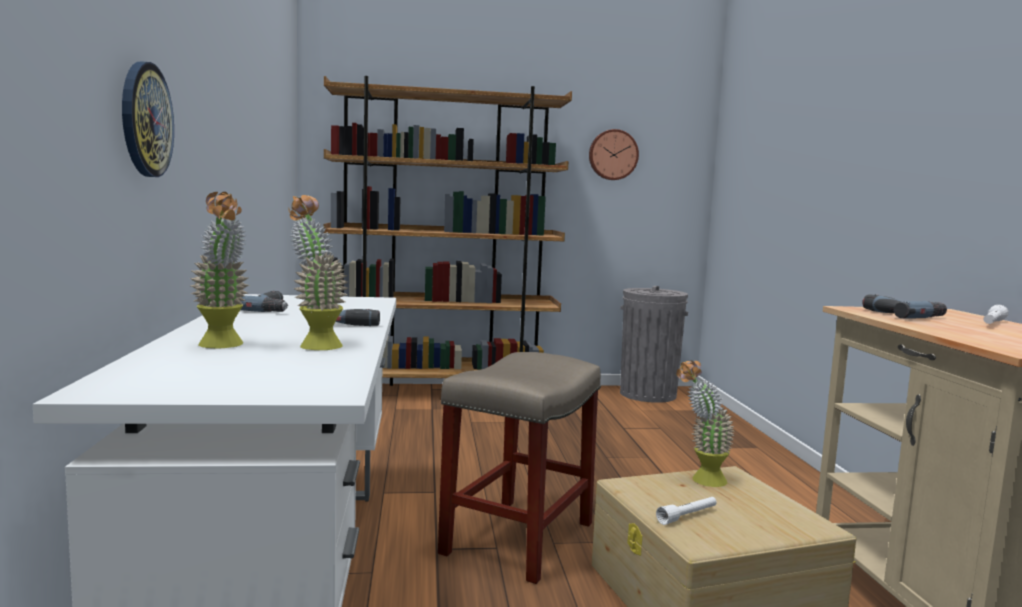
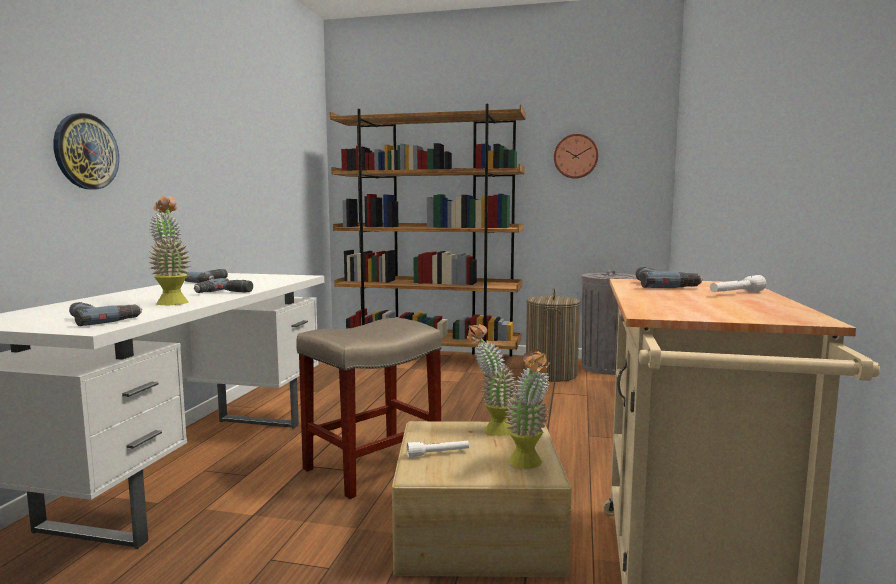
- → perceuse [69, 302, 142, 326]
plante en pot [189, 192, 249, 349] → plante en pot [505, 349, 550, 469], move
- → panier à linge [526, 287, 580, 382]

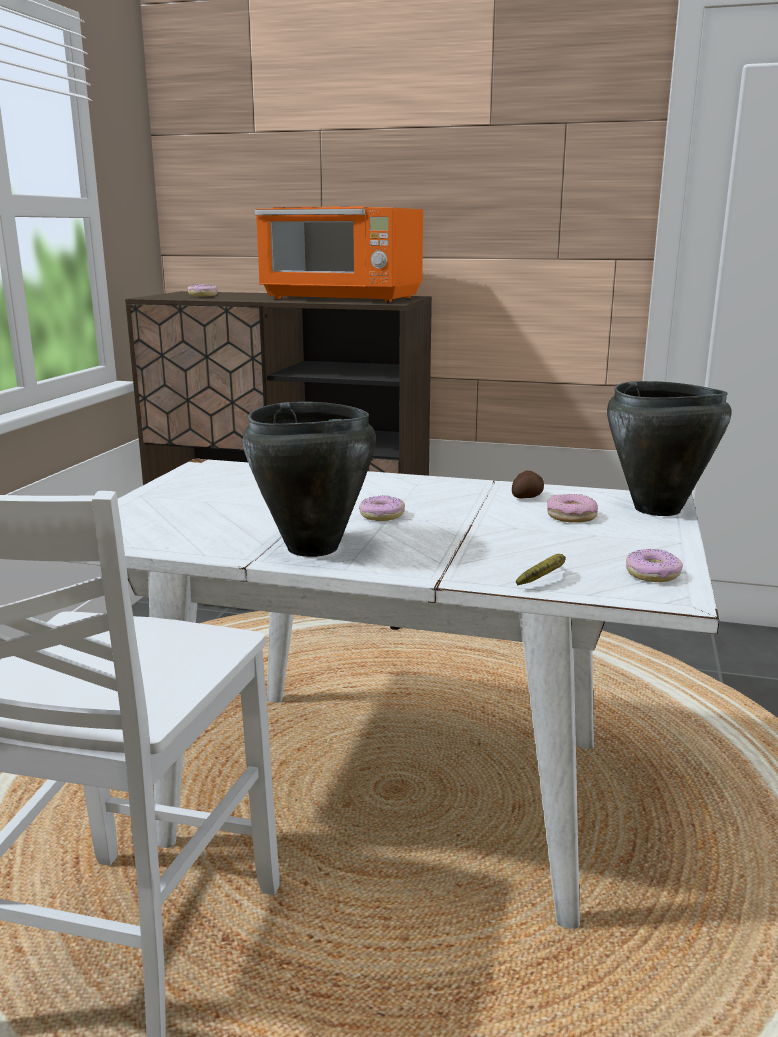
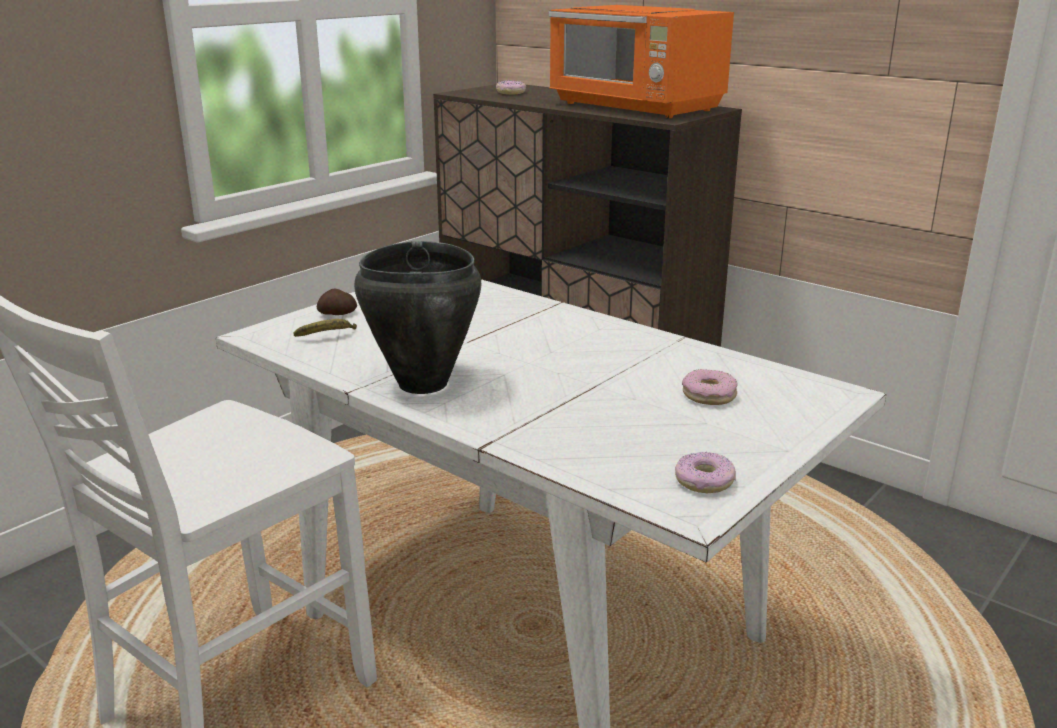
banane [516, 554, 566, 585] → banane [293, 319, 357, 337], move
pomme de terre [512, 471, 544, 498] → pomme de terre [316, 288, 357, 315], move
beignet [359, 495, 405, 521] → -
marmite (noir) [607, 381, 731, 516] → -

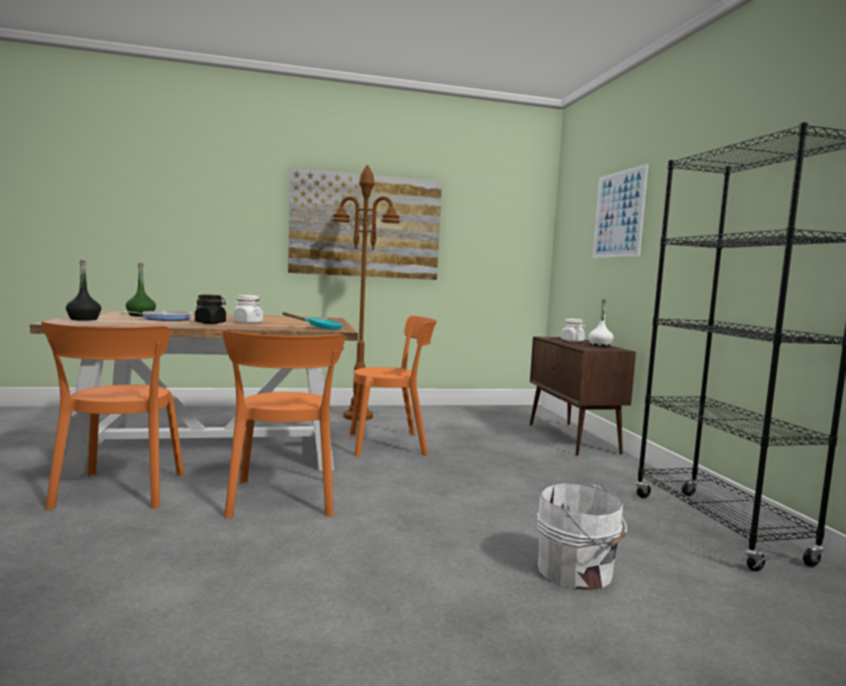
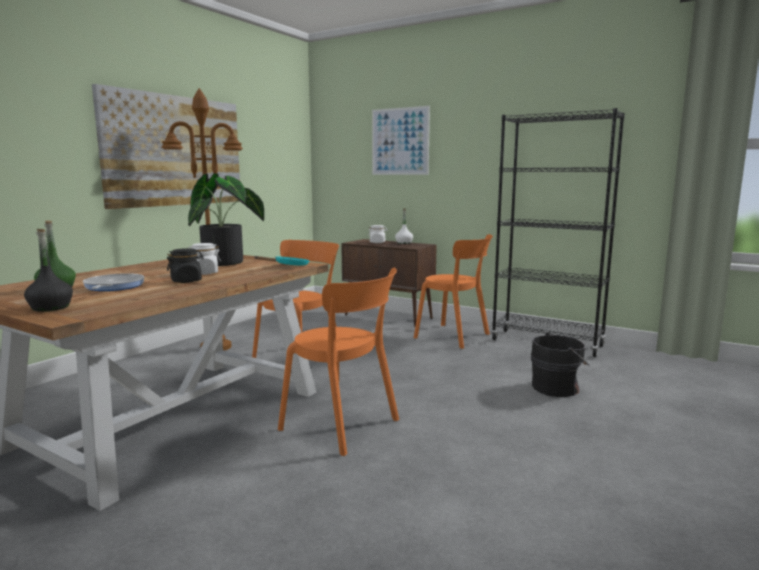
- → plante en pot [188, 173, 264, 266]
chaise (orange) [41, 321, 184, 510] → chaise (orange) [414, 234, 493, 349], move
seau (blanc) [537, 482, 627, 590] → seau (noir) [531, 332, 590, 397]

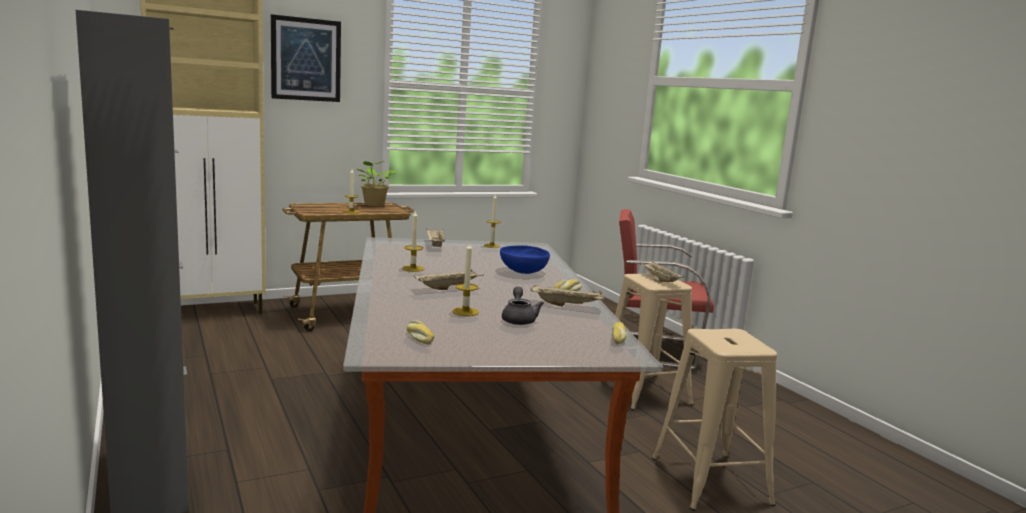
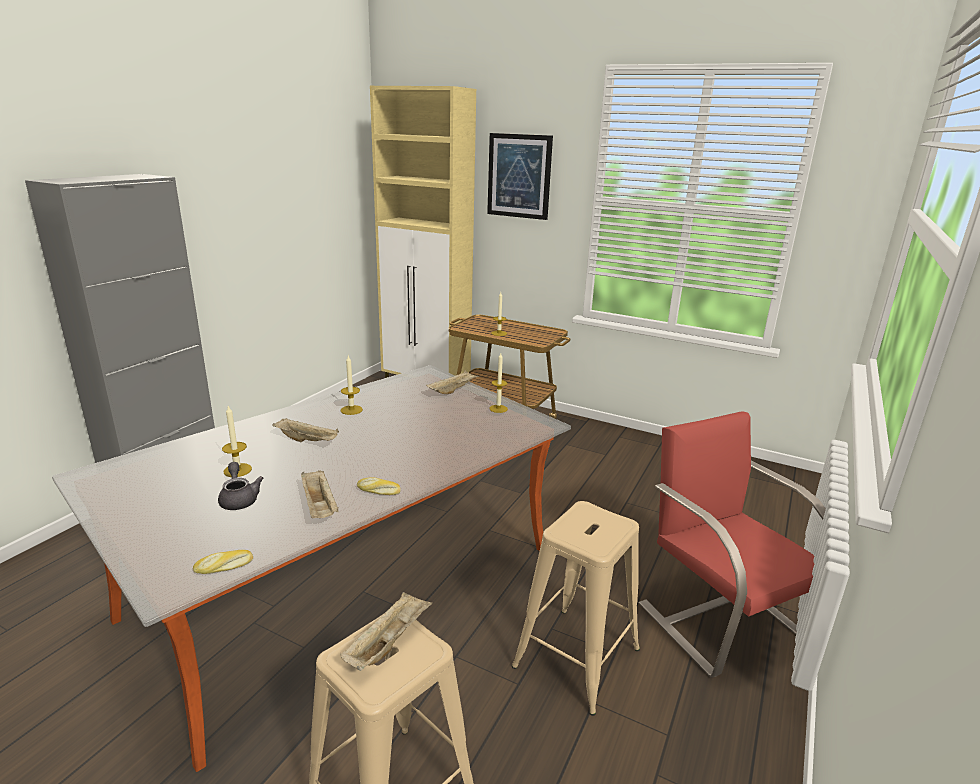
théière (gris) [502, 287, 544, 325] → théière (gris) [218, 462, 263, 510], 75 degrees counterclockwise
plateau (beige) [640, 262, 684, 282] → plateau (beige) [340, 592, 432, 671], move
plante en pot [357, 161, 396, 206] → -
pain [406, 320, 434, 345] → -
bol (bleu) [500, 245, 550, 274] → -

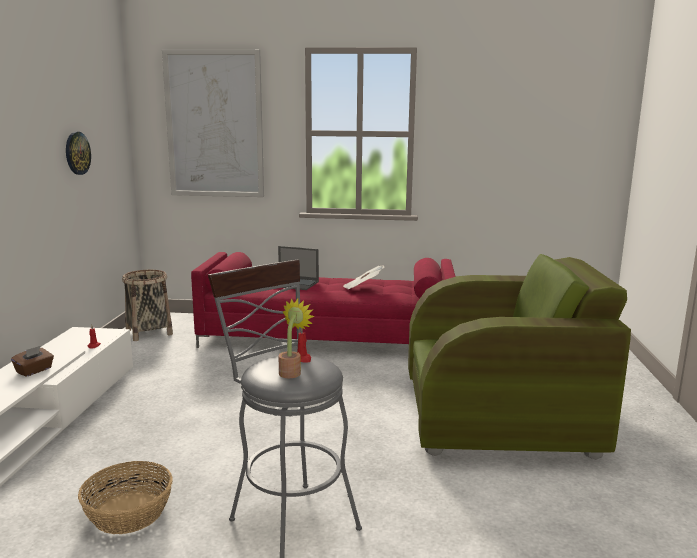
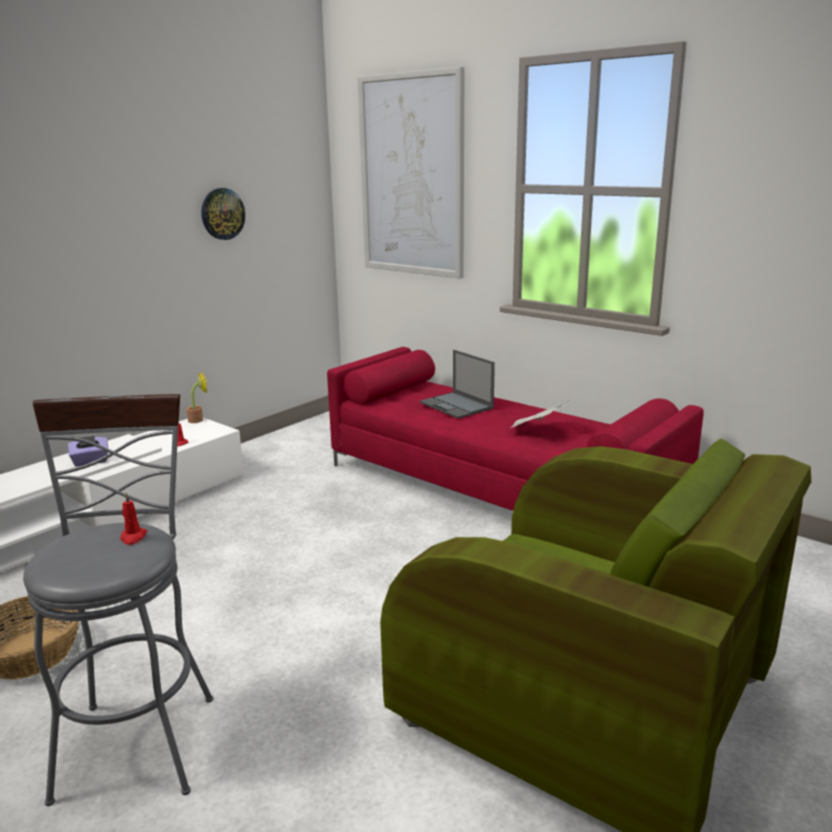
boîte à mouchoirs (marron) [11, 346, 54, 377] → boîte à mouchoirs (violet) [68, 436, 108, 467]
plante en pot [278, 298, 315, 378] → plante en pot [186, 373, 208, 423], move
panier [122, 270, 173, 341] → -

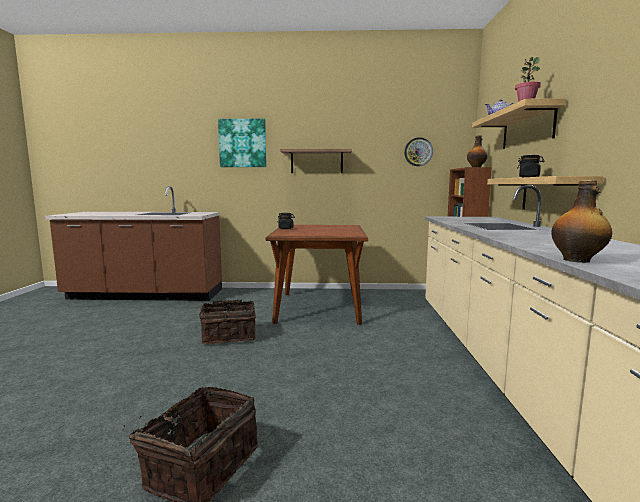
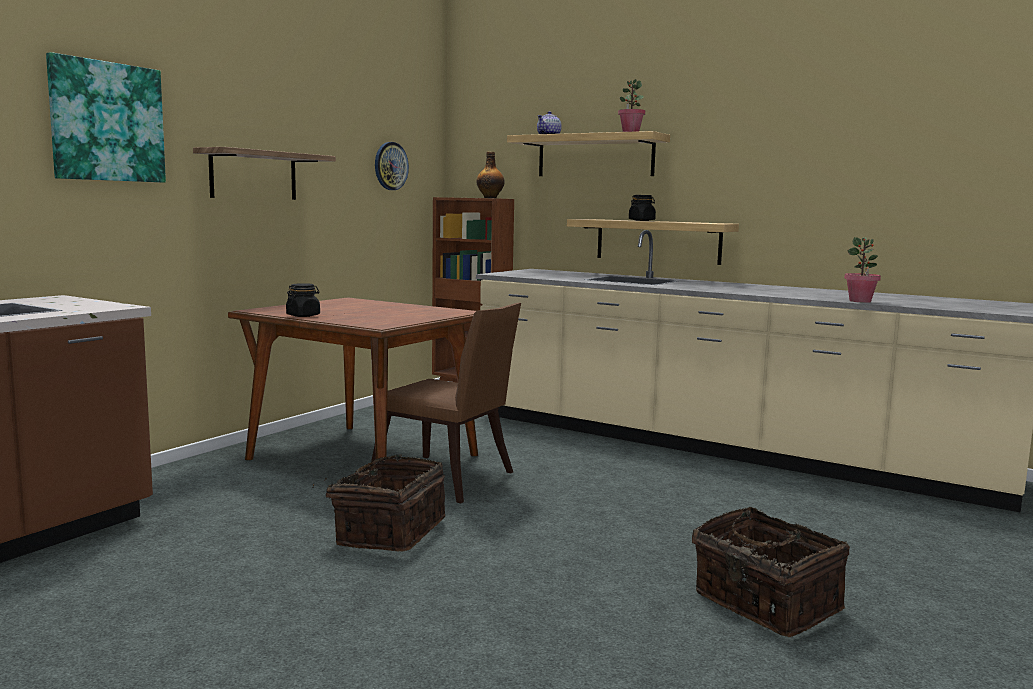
- → chaise (marron) [371, 303, 521, 503]
bouteille [551, 180, 612, 263] → plante en pot [844, 237, 881, 303]

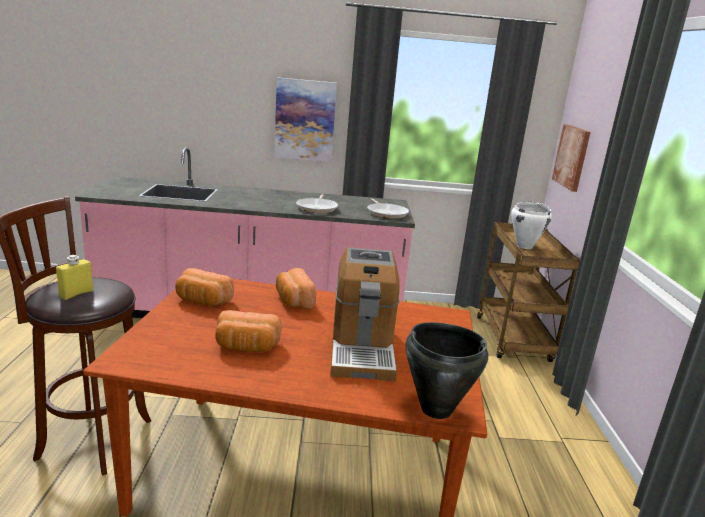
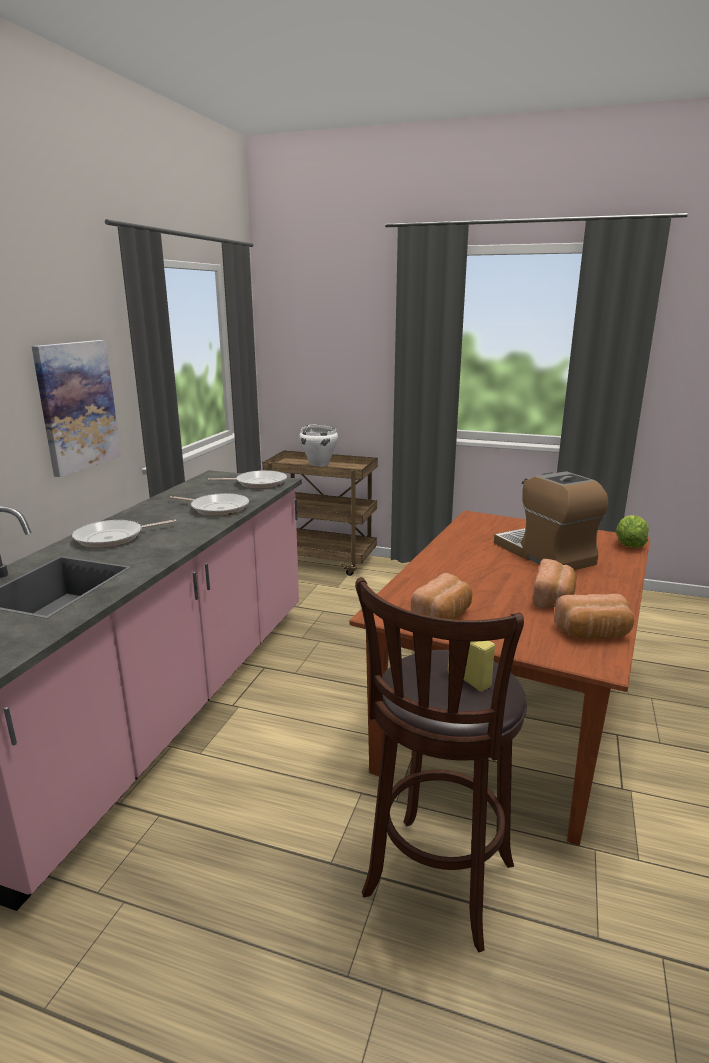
- → poêle [72, 519, 176, 548]
machine à café [330, 248, 400, 381] → machine à café [494, 471, 608, 570], 135 degrees counterclockwise
pain [276, 268, 316, 309] → pain [554, 594, 634, 639], move
marmite (noir) [406, 322, 488, 419] → laitue [616, 515, 649, 548]
tableau [552, 124, 591, 192] → -

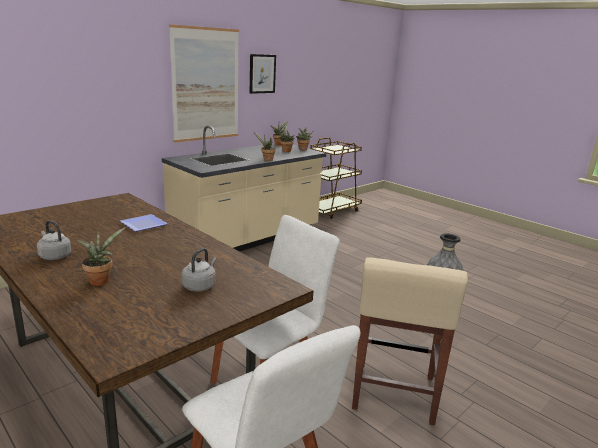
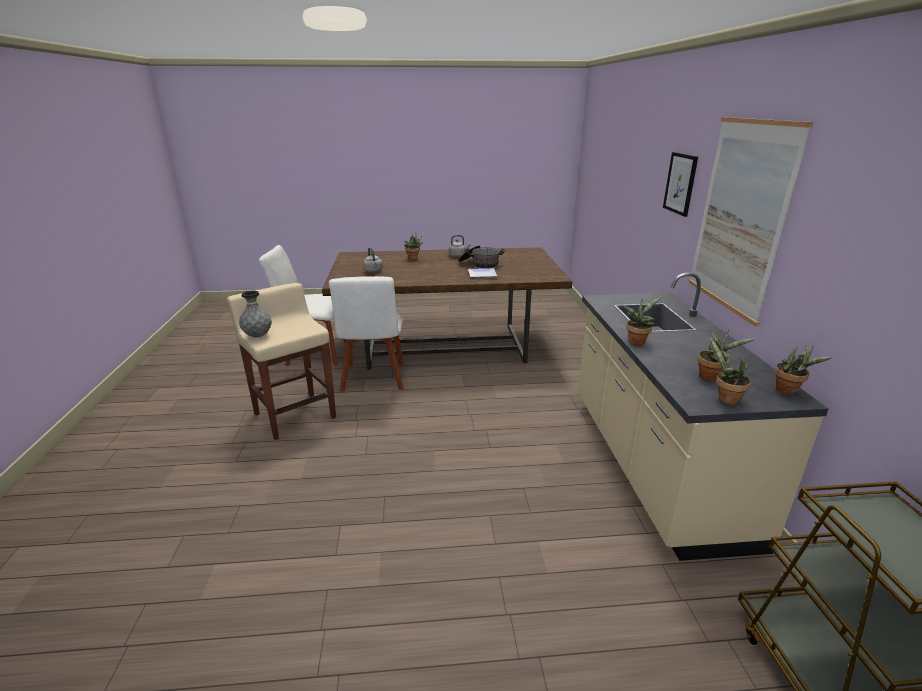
- → marmite [458, 246, 505, 268]
tableau [250, 54, 276, 94] → tableau [663, 152, 698, 217], move

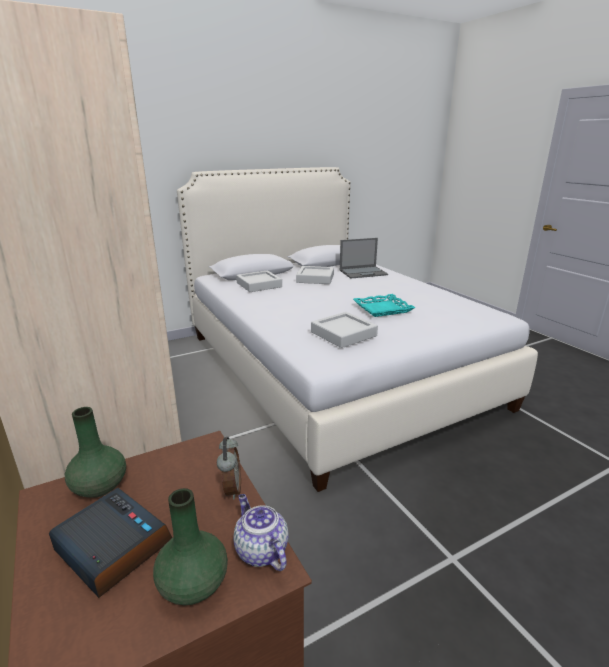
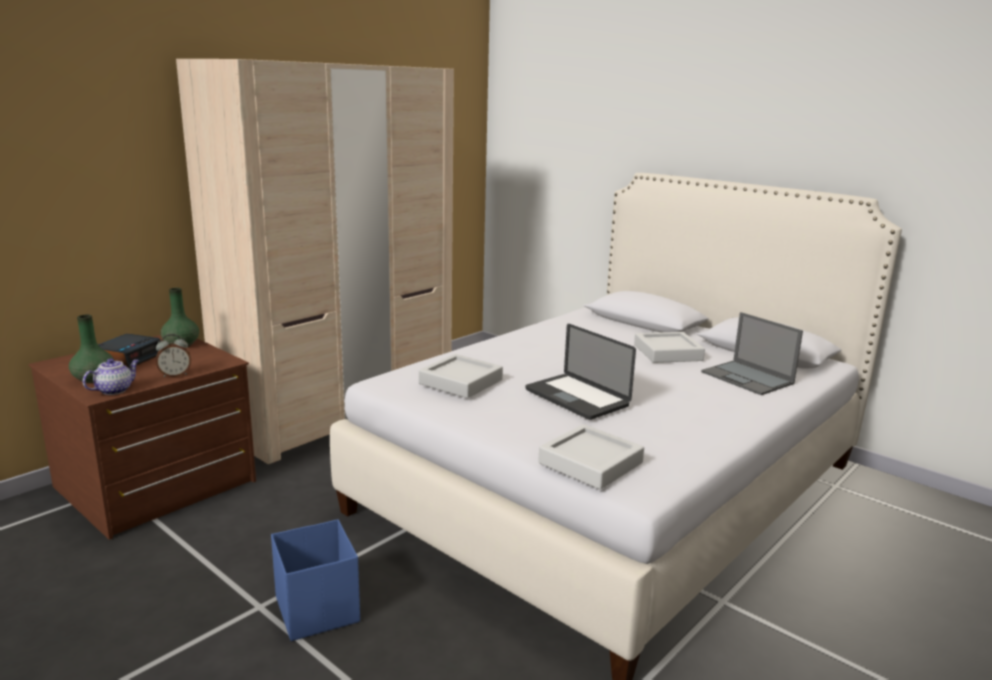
- → boîte de rangement (bleu) [271, 519, 360, 641]
plateau (turquoise) [353, 294, 415, 317] → ordinateur portable [525, 324, 636, 420]
plateau (gris) [236, 270, 282, 292] → plateau (gris) [538, 424, 644, 489], move

